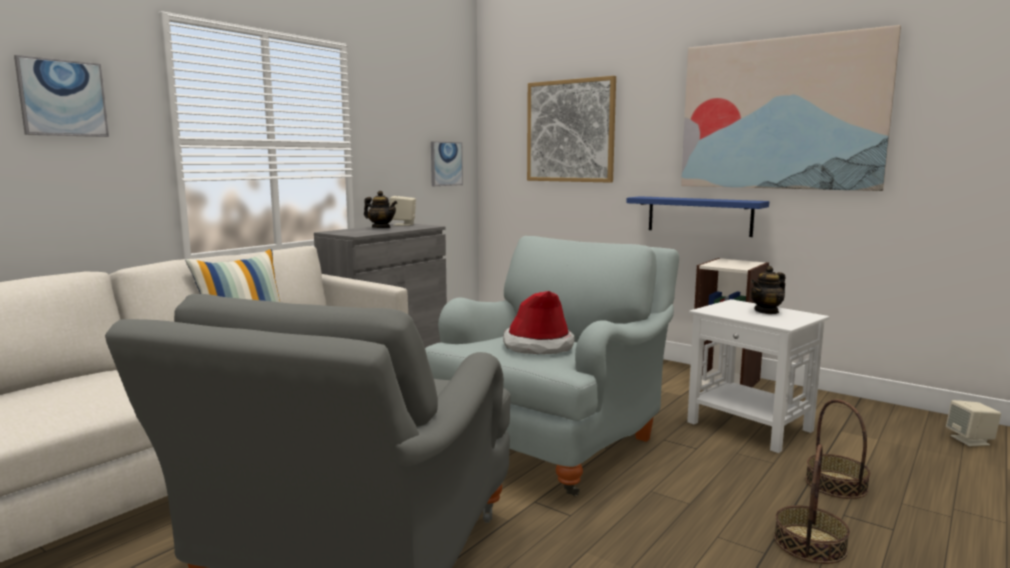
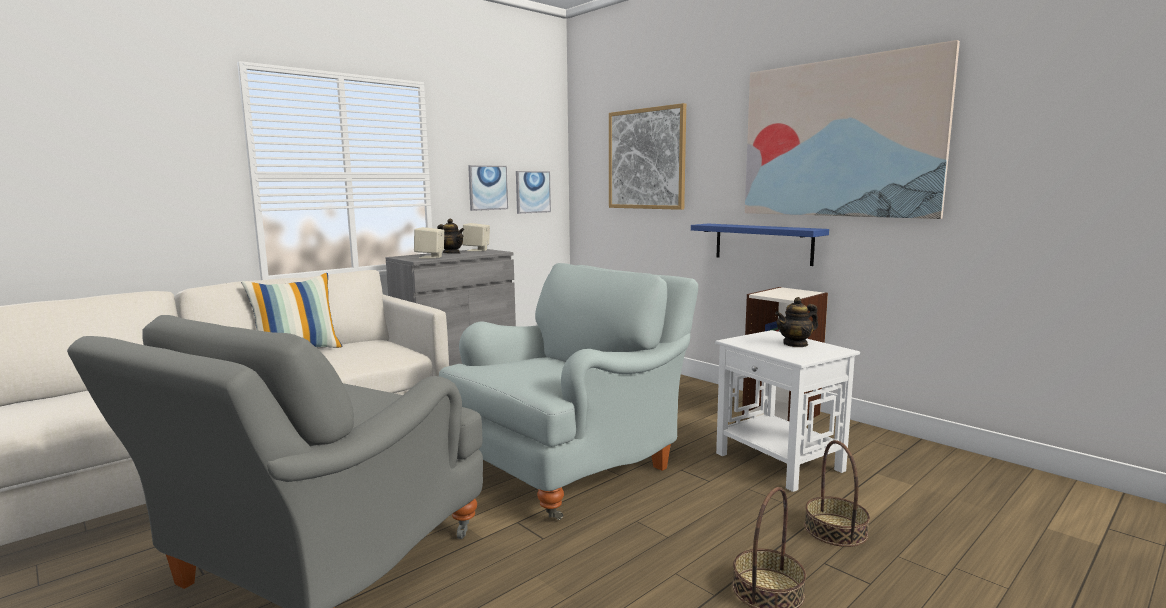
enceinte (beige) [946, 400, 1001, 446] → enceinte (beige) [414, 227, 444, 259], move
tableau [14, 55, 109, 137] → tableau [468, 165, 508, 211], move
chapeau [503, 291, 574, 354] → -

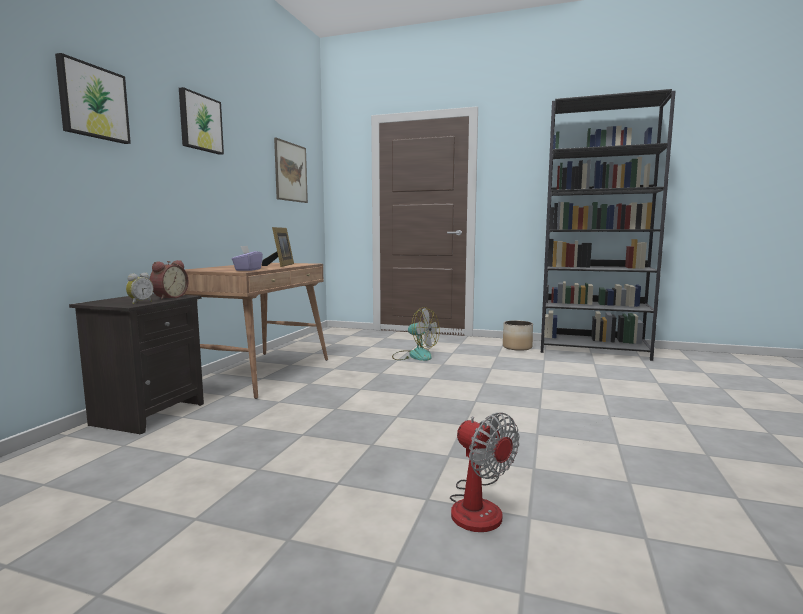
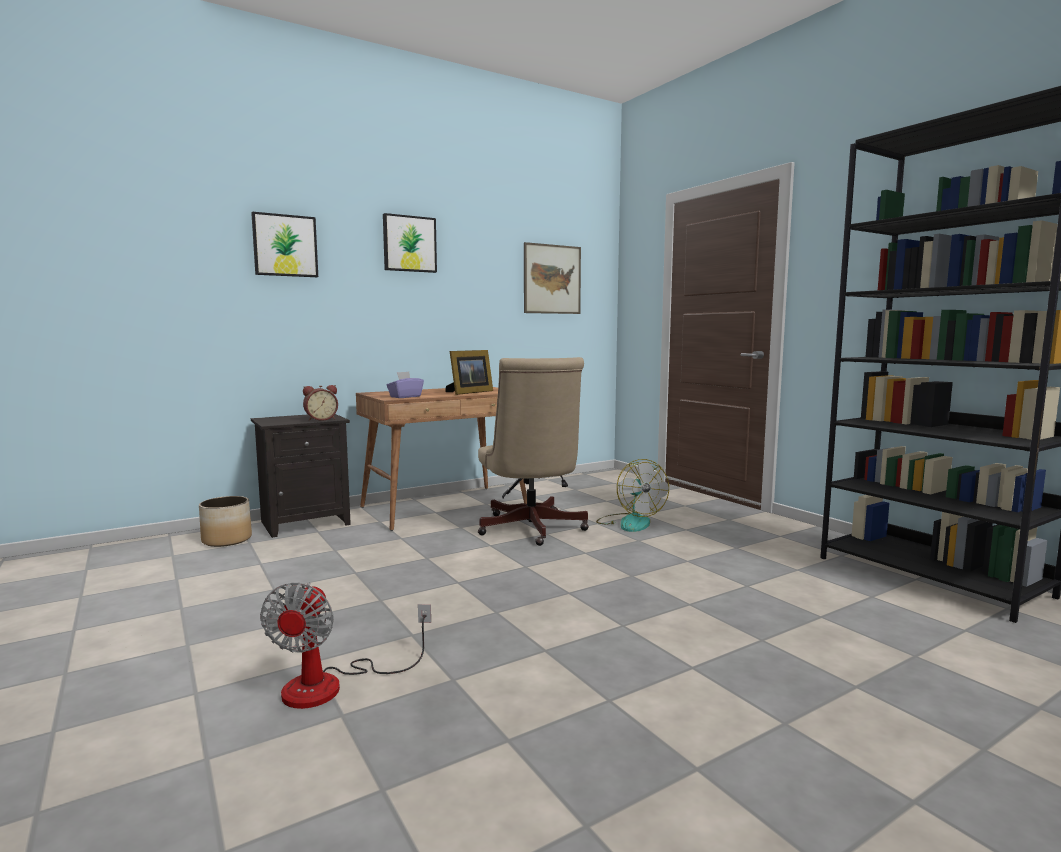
cache-pot [503, 320, 533, 351] → cache-pot [199, 496, 252, 547], move
- → chaise de bureau (beige) [478, 357, 589, 546]
réveil [126, 273, 153, 304] → -

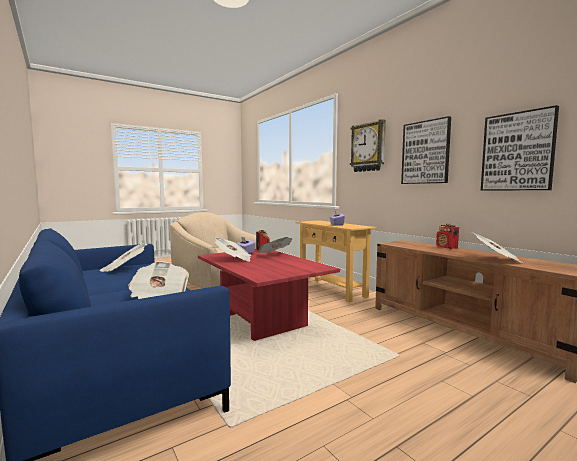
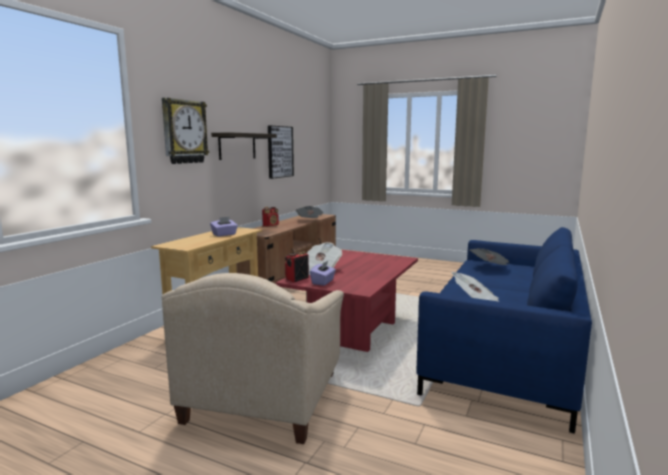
tableau [401, 116, 451, 184] → étagère [211, 132, 277, 160]
journal [215, 237, 251, 262] → -

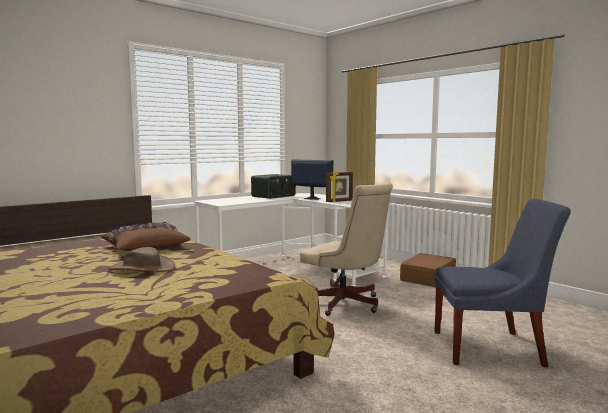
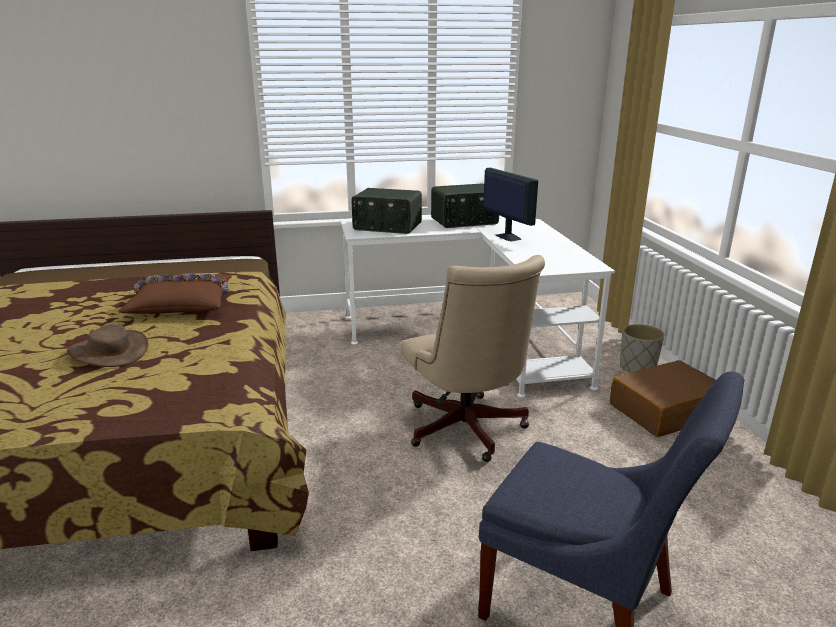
- → radio [351, 188, 422, 234]
- → cache-pot (gris) [620, 324, 664, 373]
cadre photo [326, 172, 353, 202] → -

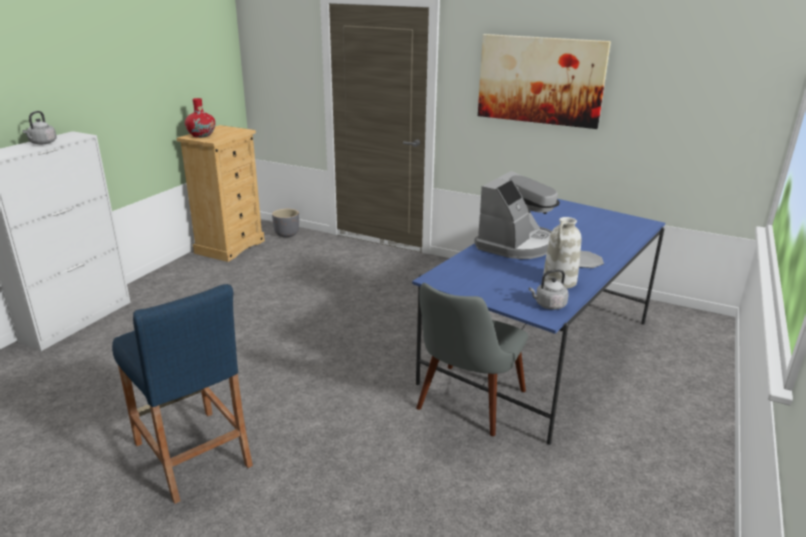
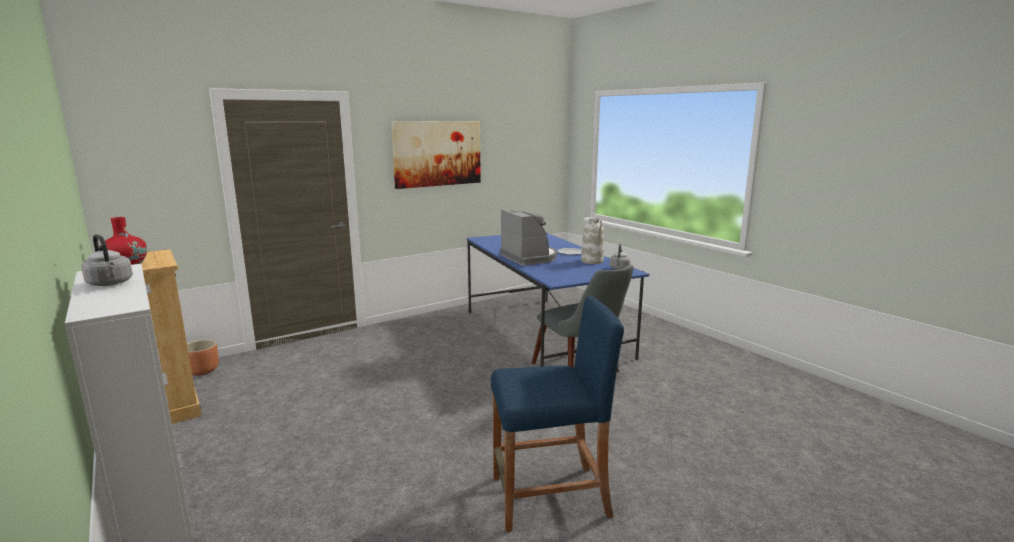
cache-pot (gris) [272, 209, 299, 237] → cache-pot (marron) [187, 339, 219, 376]

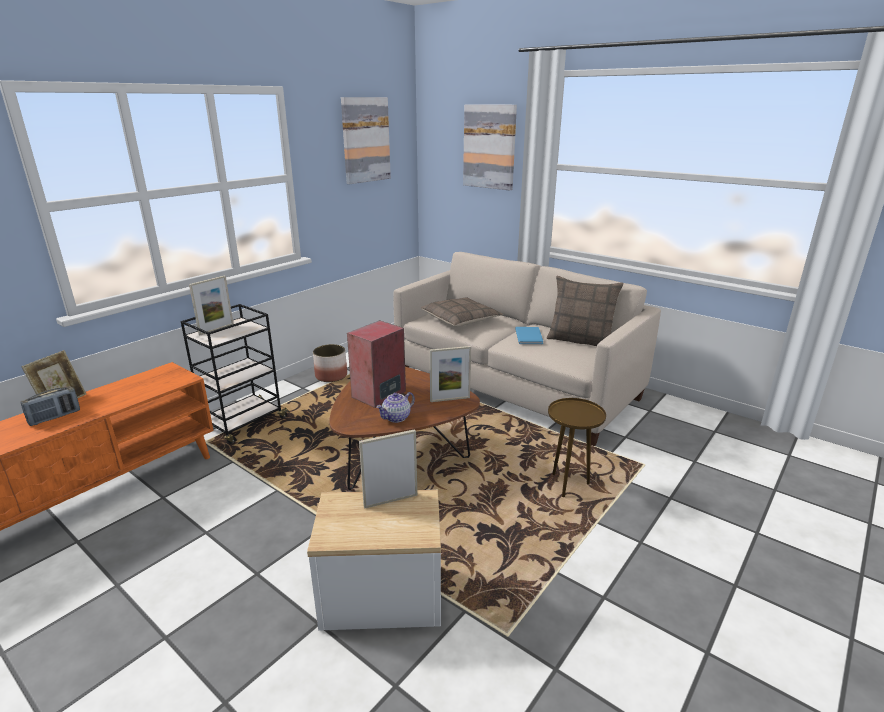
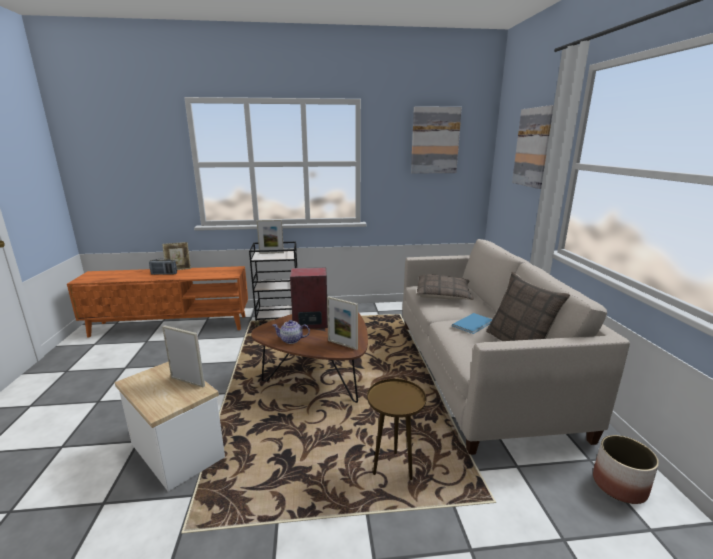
cache-pot [313, 344, 347, 382] → cache-pot [593, 435, 659, 504], move

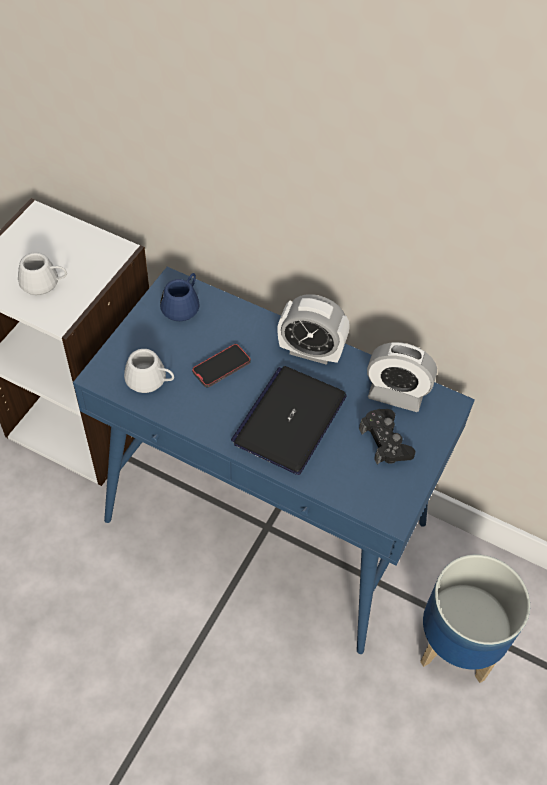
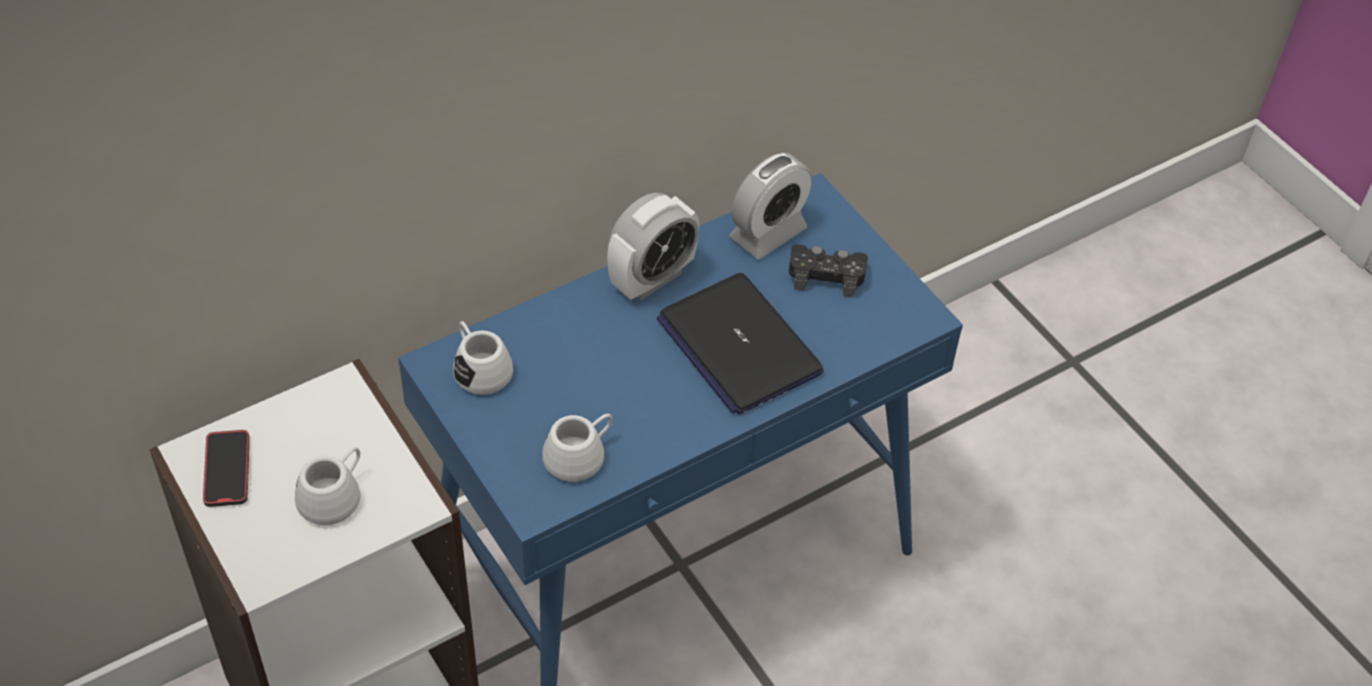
téléphone [192, 344, 251, 387] → téléphone [203, 430, 250, 507], move
mug (bleu) [160, 273, 200, 321] → mug (blanc) [453, 321, 513, 395]
cache-pot [420, 554, 530, 683] → -

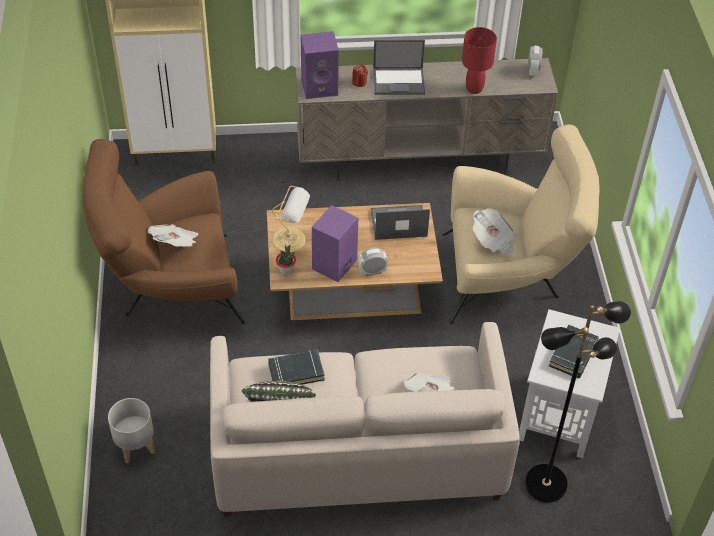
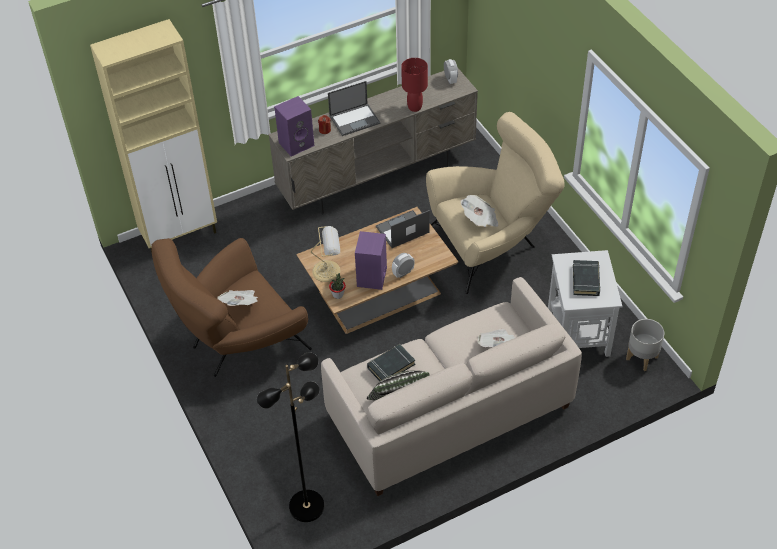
lampadaire (noir) [525, 301, 631, 503] → lampadaire (noir) [257, 352, 324, 522], move
cache-pot (gris) [108, 398, 155, 463] → cache-pot (gris) [626, 319, 664, 371], move

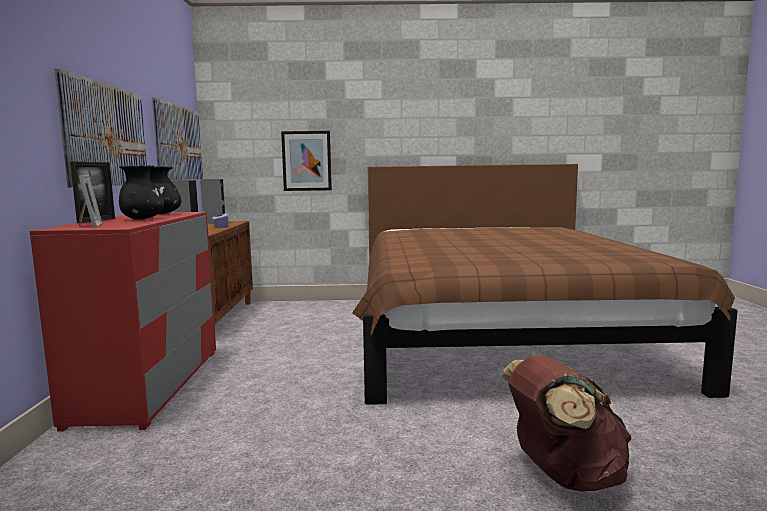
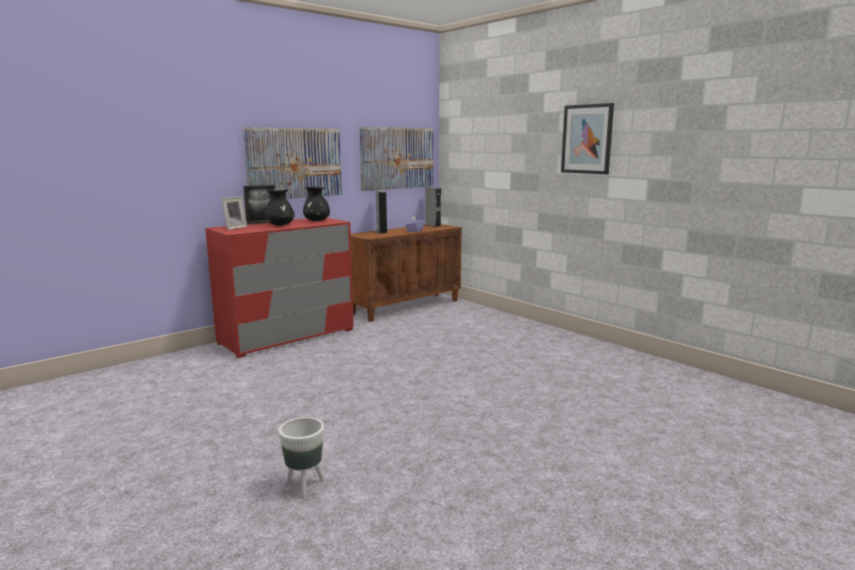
sac à dos (marron) [500, 355, 632, 492] → cache-pot (blanc) [279, 417, 324, 499]
tableau [281, 131, 332, 191] → tableau [561, 103, 614, 174], move
lit (marron) [352, 164, 738, 405] → -

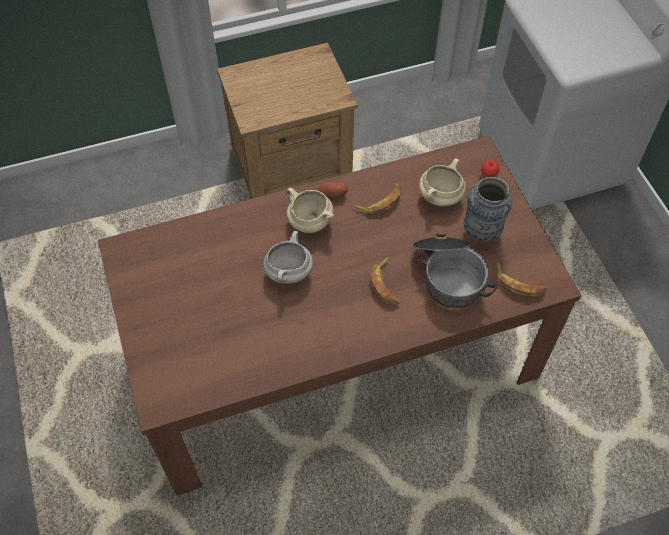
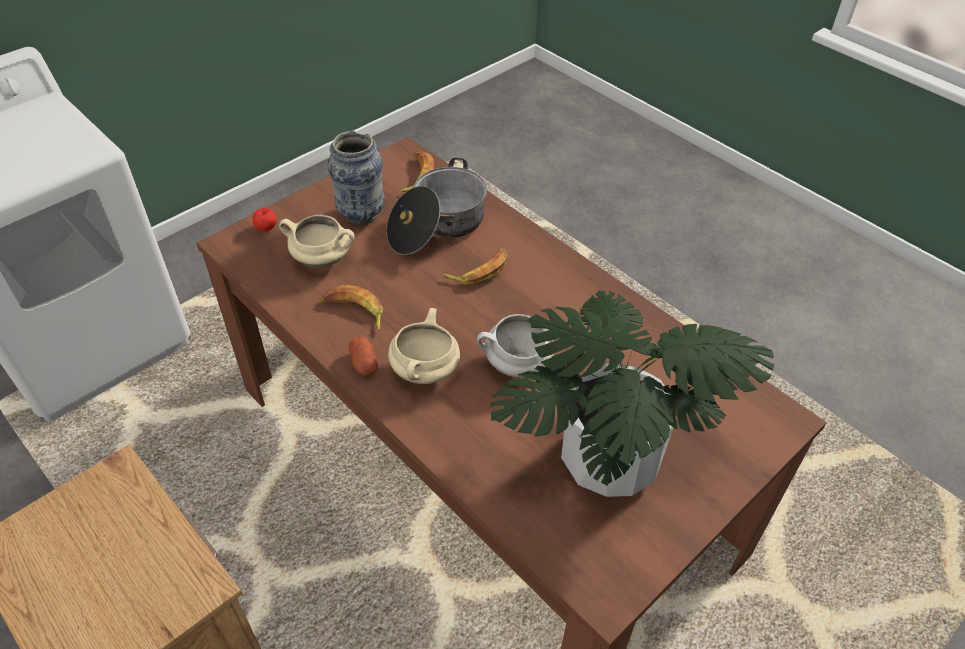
- → plante en pot [490, 291, 775, 497]

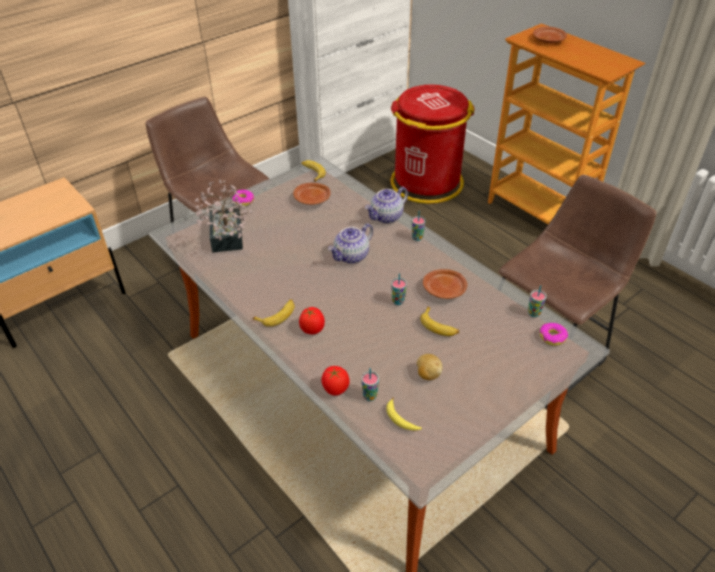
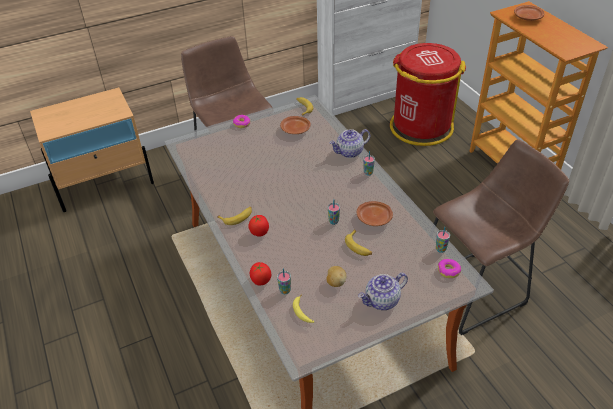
théière [328, 223, 373, 264] → théière [358, 273, 408, 310], move
plante en pot [195, 179, 252, 253] → -

